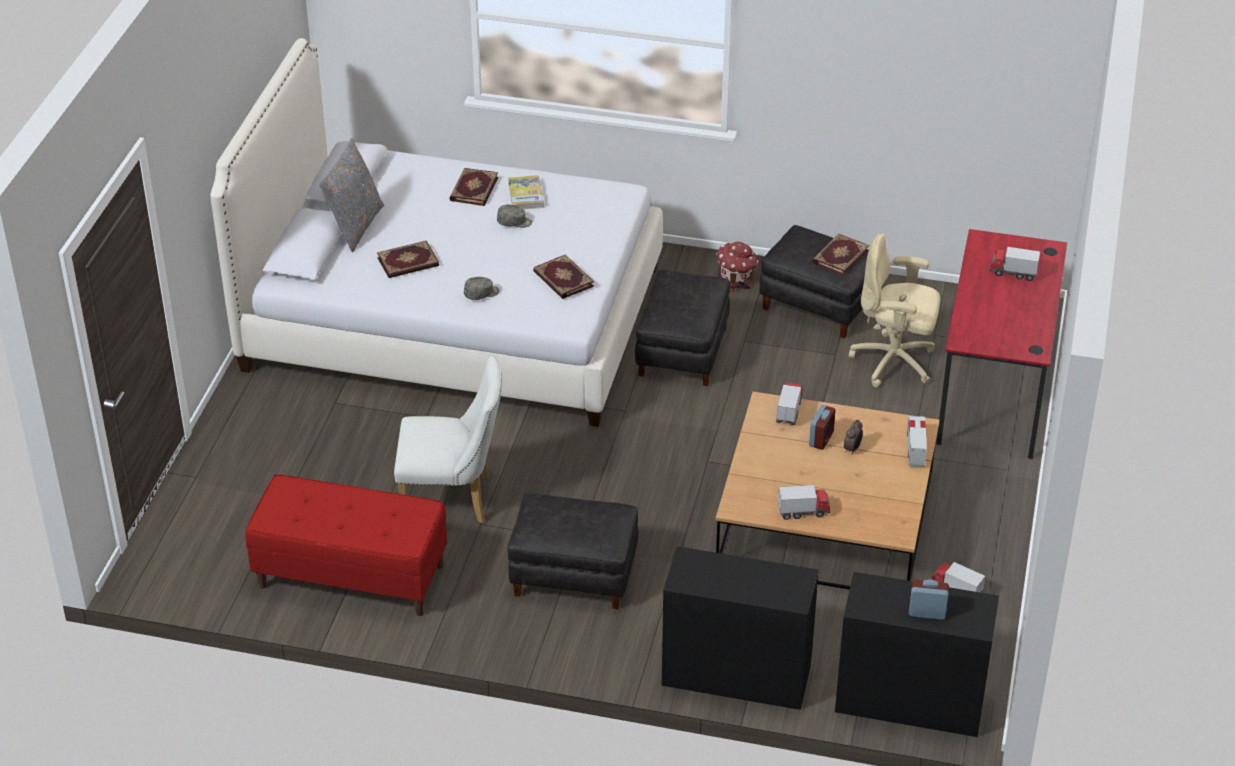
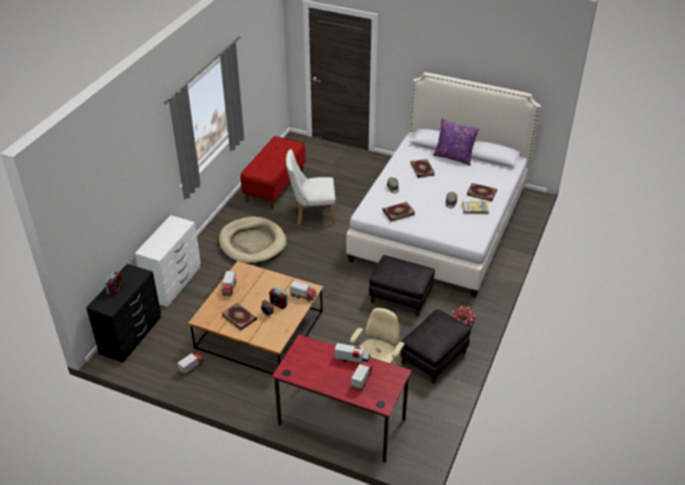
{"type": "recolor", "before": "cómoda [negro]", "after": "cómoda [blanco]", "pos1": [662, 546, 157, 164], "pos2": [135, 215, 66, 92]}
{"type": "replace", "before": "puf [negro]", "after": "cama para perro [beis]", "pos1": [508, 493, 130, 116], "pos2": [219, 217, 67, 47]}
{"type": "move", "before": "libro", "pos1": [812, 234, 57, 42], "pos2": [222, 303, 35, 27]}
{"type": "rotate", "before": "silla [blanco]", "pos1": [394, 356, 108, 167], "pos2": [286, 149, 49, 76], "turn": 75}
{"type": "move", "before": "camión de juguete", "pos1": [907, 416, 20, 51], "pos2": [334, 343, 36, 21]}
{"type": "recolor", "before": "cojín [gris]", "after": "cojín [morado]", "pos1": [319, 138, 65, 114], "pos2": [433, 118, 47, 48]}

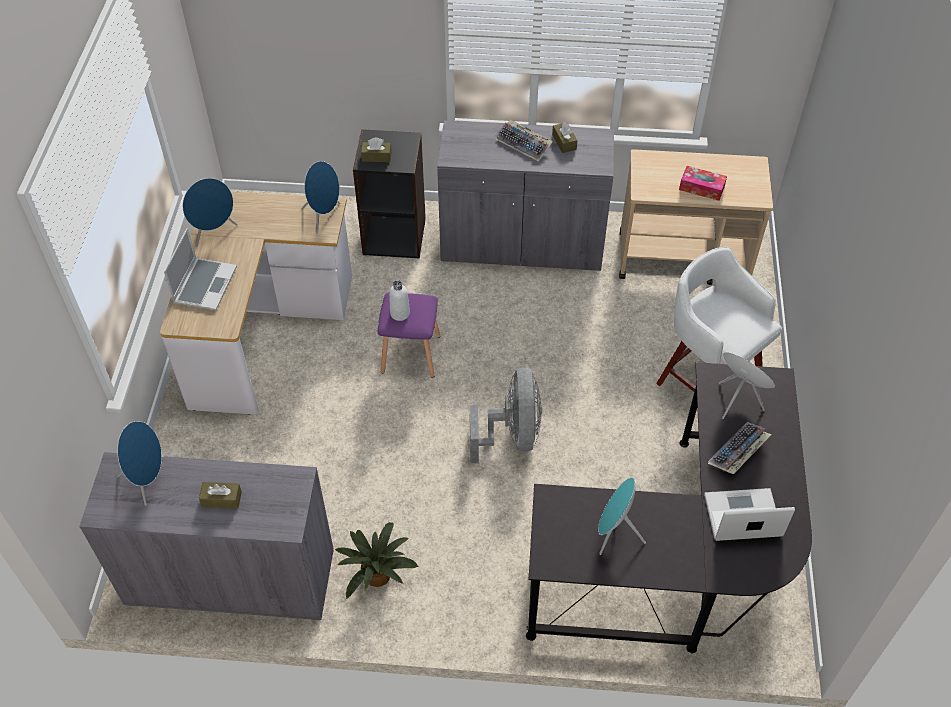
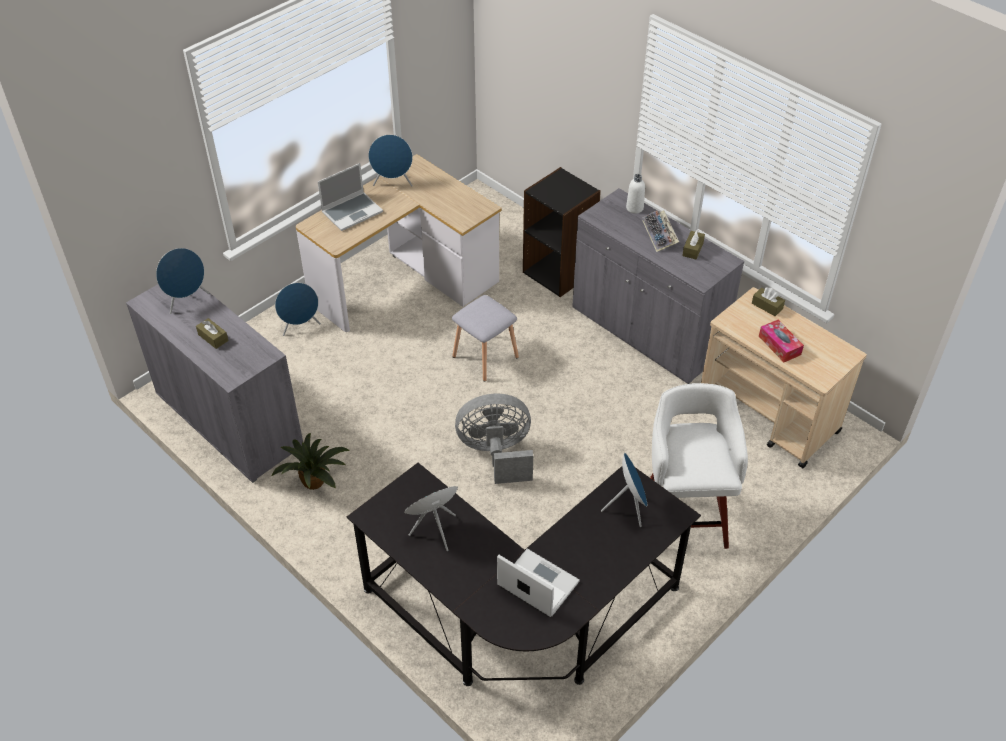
{"type": "move", "before": "altavoz [azul]", "pos1": [301, 161, 39, 73], "pos2": [275, 283, 46, 53]}
{"type": "recolor", "before": "taburete [morado]", "after": "taburete [gris]", "pos1": [378, 293, 62, 85], "pos2": [452, 295, 67, 87]}
{"type": "rotate", "before": "ventilador [gris]", "pos1": [470, 368, 72, 95], "pos2": [455, 394, 78, 90], "turn": -135}
{"type": "move", "before": "botella [blanco]", "pos1": [389, 280, 21, 41], "pos2": [626, 174, 19, 40]}
{"type": "move", "before": "caja de pañuelos [marrón]", "pos1": [361, 137, 30, 25], "pos2": [752, 287, 33, 29]}
{"type": "delete", "before": "teclado", "pos1": [708, 422, 64, 52]}

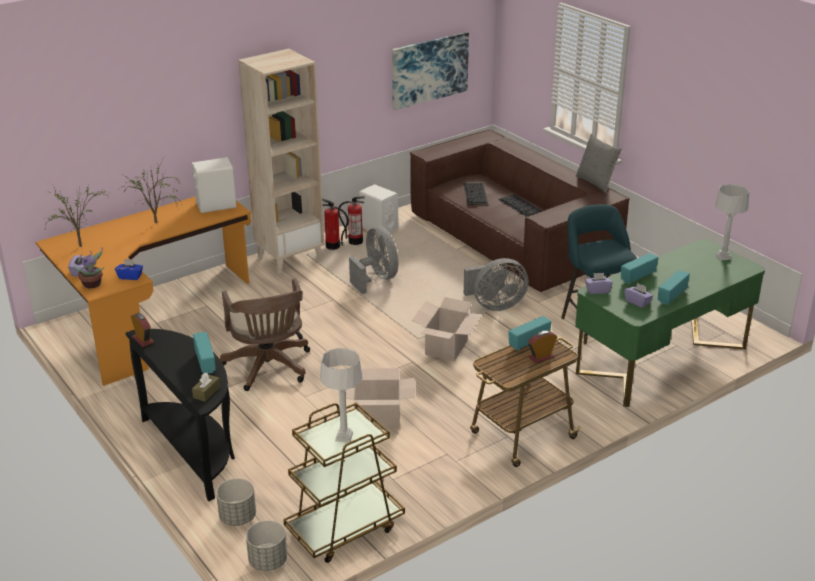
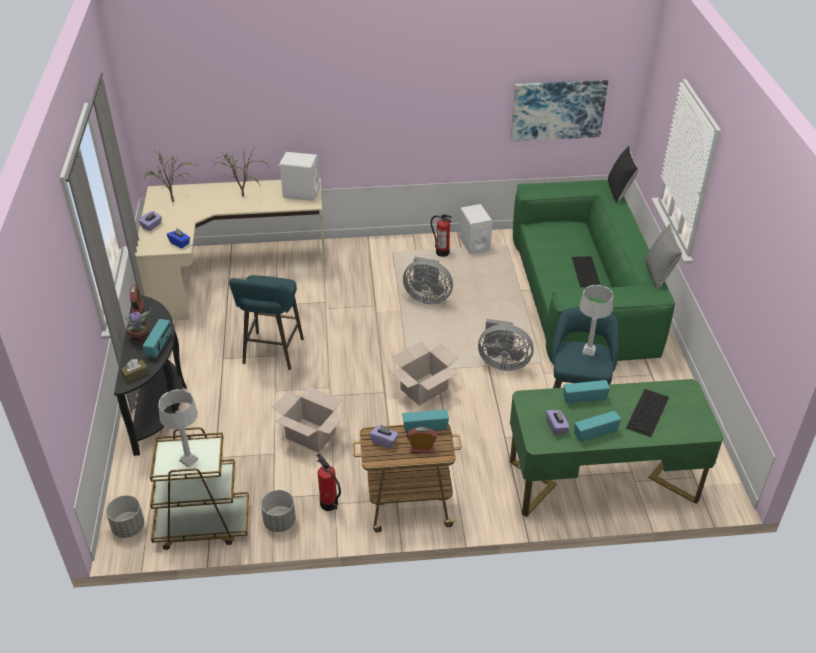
{"type": "move", "before": "planta en maceta", "pos1": [73, 247, 31, 42], "pos2": [125, 308, 26, 34]}
{"type": "recolor", "before": "escritorio [naranja]", "after": "escritorio [beis]", "pos1": [35, 196, 216, 190], "pos2": [135, 178, 190, 142]}
{"type": "replace", "before": "silla de oficina [marrón]", "after": "taburete [turquesa]", "pos1": [220, 278, 90, 113], "pos2": [229, 275, 75, 95]}
{"type": "move", "before": "maceta [gris]", "pos1": [216, 478, 40, 48], "pos2": [261, 490, 35, 42]}
{"type": "move", "before": "extintor", "pos1": [322, 199, 27, 51], "pos2": [316, 453, 25, 58]}
{"type": "move", "before": "caja de pañuelos [morado]", "pos1": [585, 273, 28, 21], "pos2": [370, 425, 29, 24]}
{"type": "rotate", "before": "ventilador [gris]", "pos1": [349, 226, 49, 68], "pos2": [403, 257, 50, 47], "turn": 105}
{"type": "recolor", "before": "sofá [marrón]", "after": "sofá [verde]", "pos1": [410, 129, 220, 164], "pos2": [513, 180, 162, 182]}
{"type": "move", "before": "lámpara de mesa [gris]", "pos1": [715, 184, 34, 77], "pos2": [579, 285, 34, 71]}
{"type": "insert", "after": "cojín [negro]", "pos2": [608, 146, 30, 57]}
{"type": "move", "before": "teclado", "pos1": [463, 183, 25, 22], "pos2": [626, 389, 43, 48]}
{"type": "delete", "before": "estantería [beis]", "pos1": [238, 49, 86, 225]}

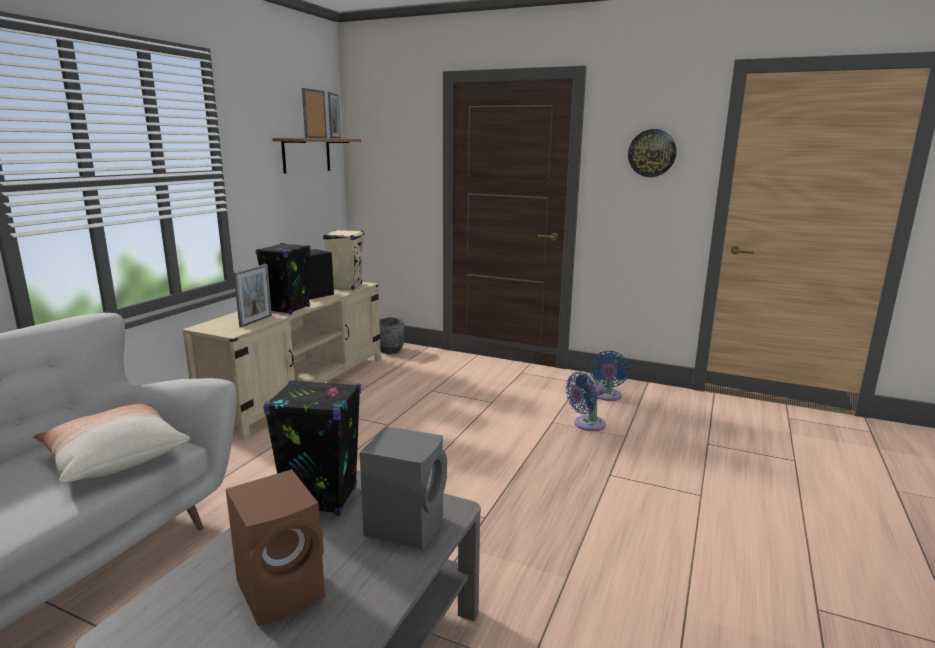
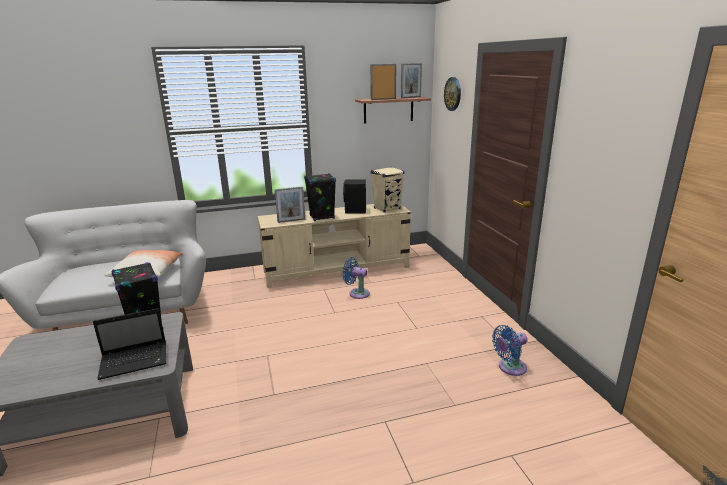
{"type": "replace", "before": "altavoz [gris]", "after": "portátil", "pos1": [360, 426, 87, 123], "pos2": [93, 308, 73, 72]}
{"type": "move", "before": "ventilador [azul]", "pos1": [566, 372, 40, 59], "pos2": [343, 257, 27, 42]}
{"type": "move", "before": "reloj de pared", "pos1": [628, 129, 49, 48], "pos2": [444, 77, 17, 34]}
{"type": "delete", "before": "altavoz [marrón]", "pos1": [226, 469, 99, 157]}
{"type": "delete", "before": "maceta [gris]", "pos1": [379, 317, 25, 37]}

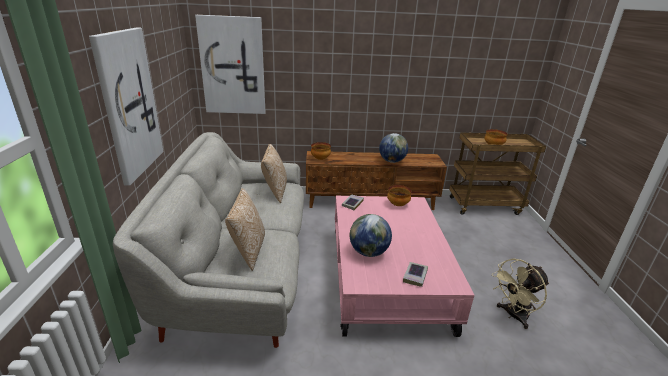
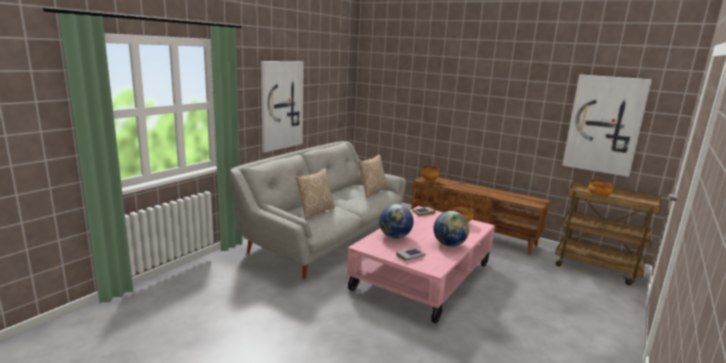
{"type": "move", "before": "globo terráqueo", "pos1": [379, 133, 29, 30], "pos2": [433, 211, 36, 36]}
{"type": "move", "before": "cuadro", "pos1": [195, 15, 71, 99], "pos2": [562, 74, 90, 103]}
{"type": "delete", "before": "ventilador [beis]", "pos1": [492, 258, 57, 71]}

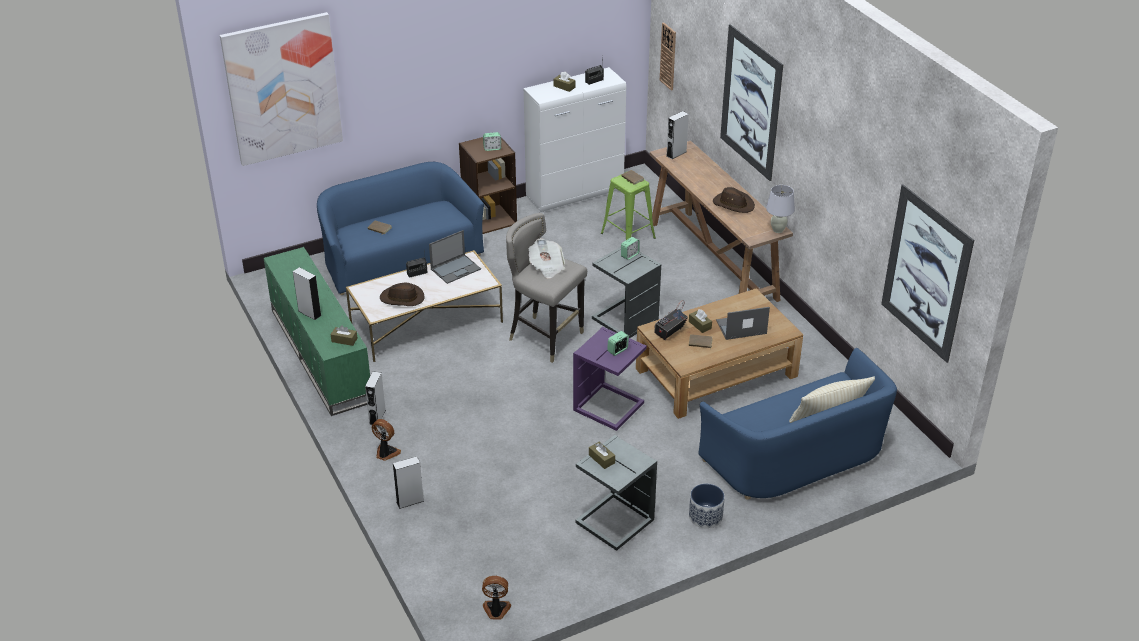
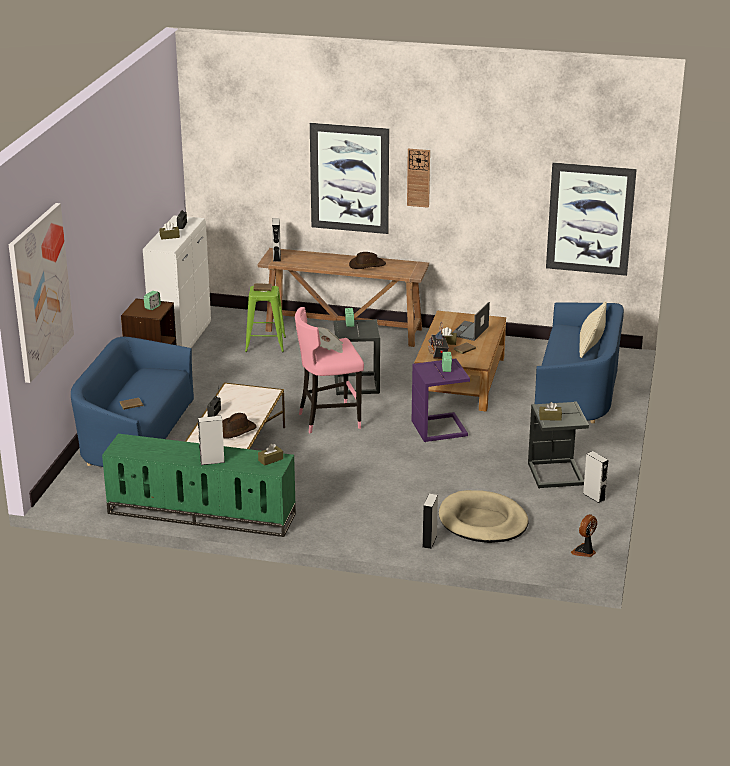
{"type": "recolor", "before": "taburete [gris]", "after": "taburete [rosa]", "pos1": [506, 213, 81, 150], "pos2": [295, 307, 69, 126]}
{"type": "move", "before": "reloj de pared", "pos1": [660, 22, 16, 69], "pos2": [407, 149, 23, 59]}
{"type": "insert", "after": "cama para perro [beis]", "pos2": [439, 490, 90, 53]}
{"type": "move", "before": "altavoz [gris]", "pos1": [365, 371, 21, 54], "pos2": [583, 451, 25, 52]}
{"type": "delete", "before": "ventilador", "pos1": [372, 419, 29, 42]}
{"type": "delete", "before": "portátil", "pos1": [429, 230, 52, 54]}
{"type": "delete", "before": "maceta", "pos1": [689, 483, 36, 46]}
{"type": "delete", "before": "lámpara de mesa [blanco]", "pos1": [766, 185, 29, 48]}

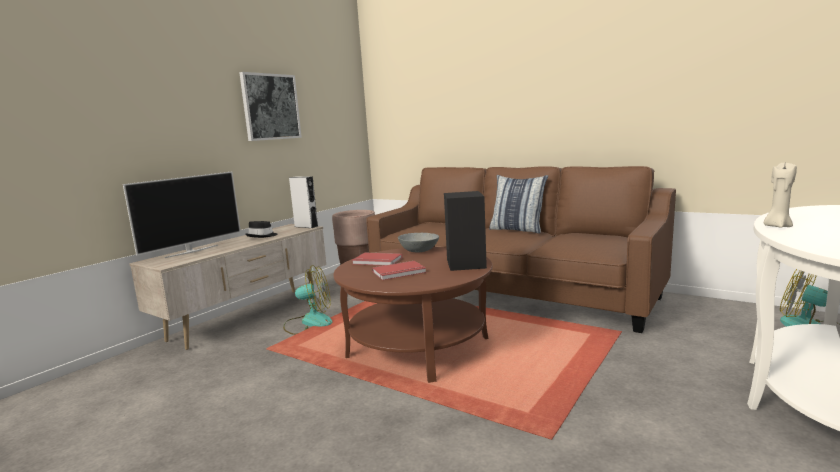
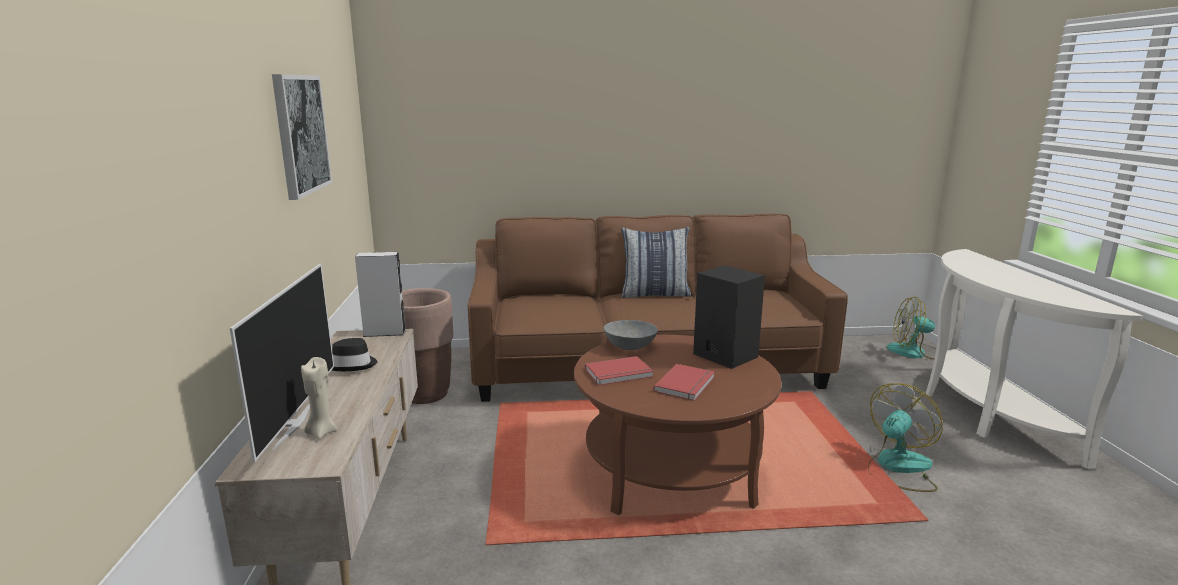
{"type": "move", "before": "vela [beis]", "pos1": [764, 163, 33, 65], "pos2": [301, 357, 36, 82]}
{"type": "move", "before": "ventilador", "pos1": [283, 265, 49, 70], "pos2": [868, 383, 75, 109]}

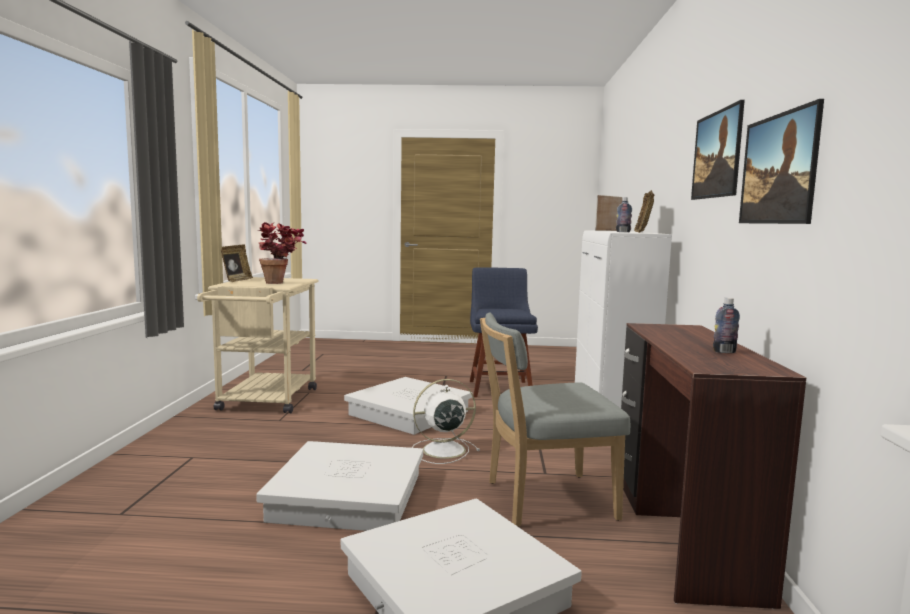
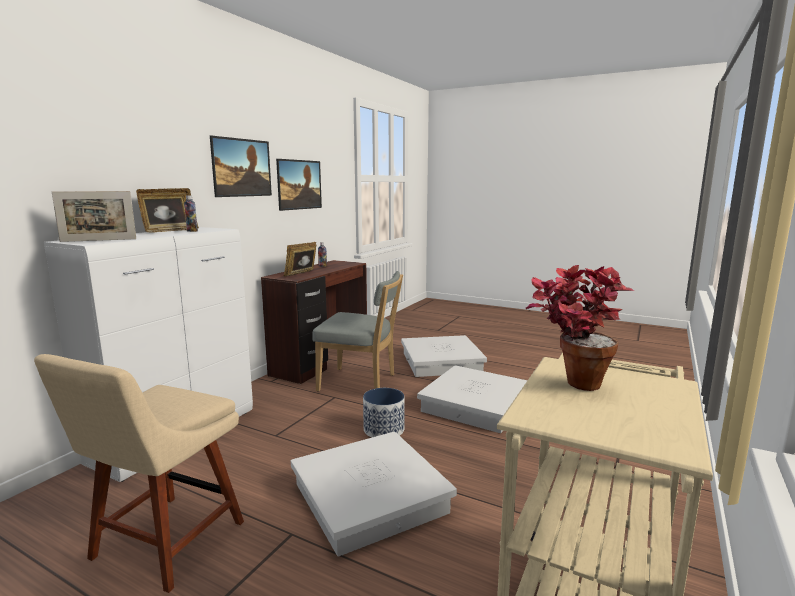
{"type": "recolor", "before": "silla [azul]", "after": "silla [beis]", "pos1": [470, 267, 68, 130], "pos2": [34, 354, 210, 239]}
{"type": "move", "before": "portarretratos", "pos1": [221, 244, 32, 38], "pos2": [284, 242, 32, 34]}
{"type": "replace", "before": "ventilador [blanco]", "after": "maceta", "pos1": [412, 379, 68, 85], "pos2": [363, 388, 42, 50]}

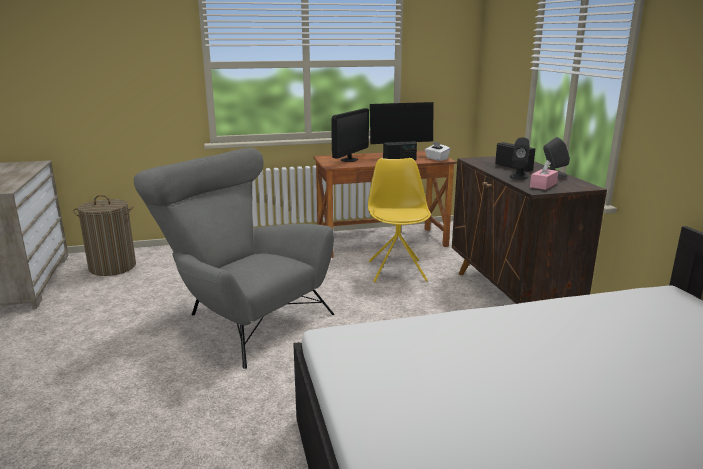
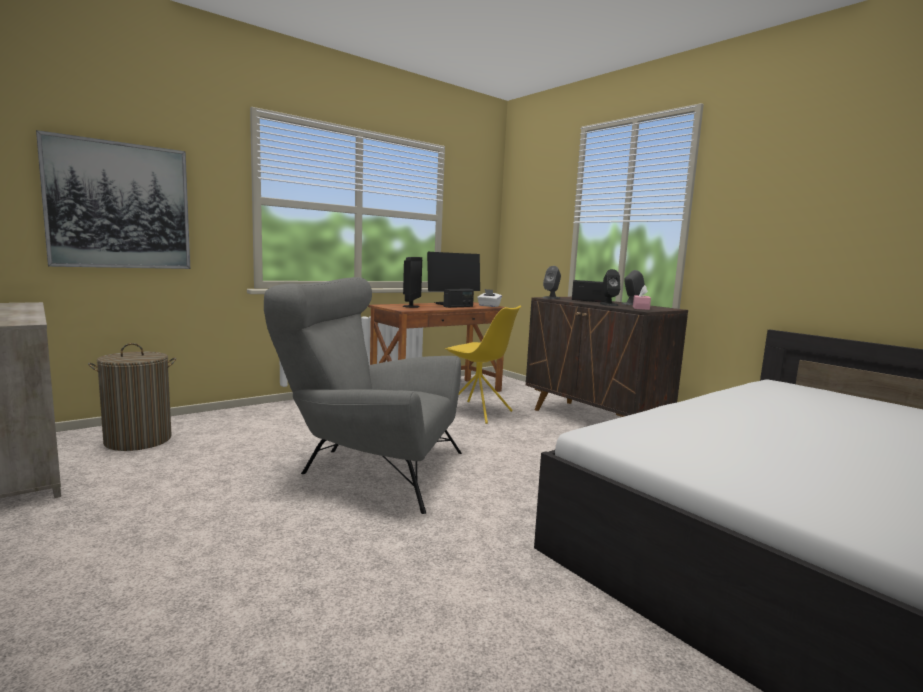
{"type": "insert", "after": "cuadro", "pos2": [36, 130, 154, 139]}
{"type": "rotate", "before": "silla [amarillo]", "pos1": [368, 158, 63, 125], "pos2": [445, 306, 76, 118], "turn": 150}
{"type": "insert", "after": "altavoz [gris]", "pos2": [543, 266, 18, 33]}

